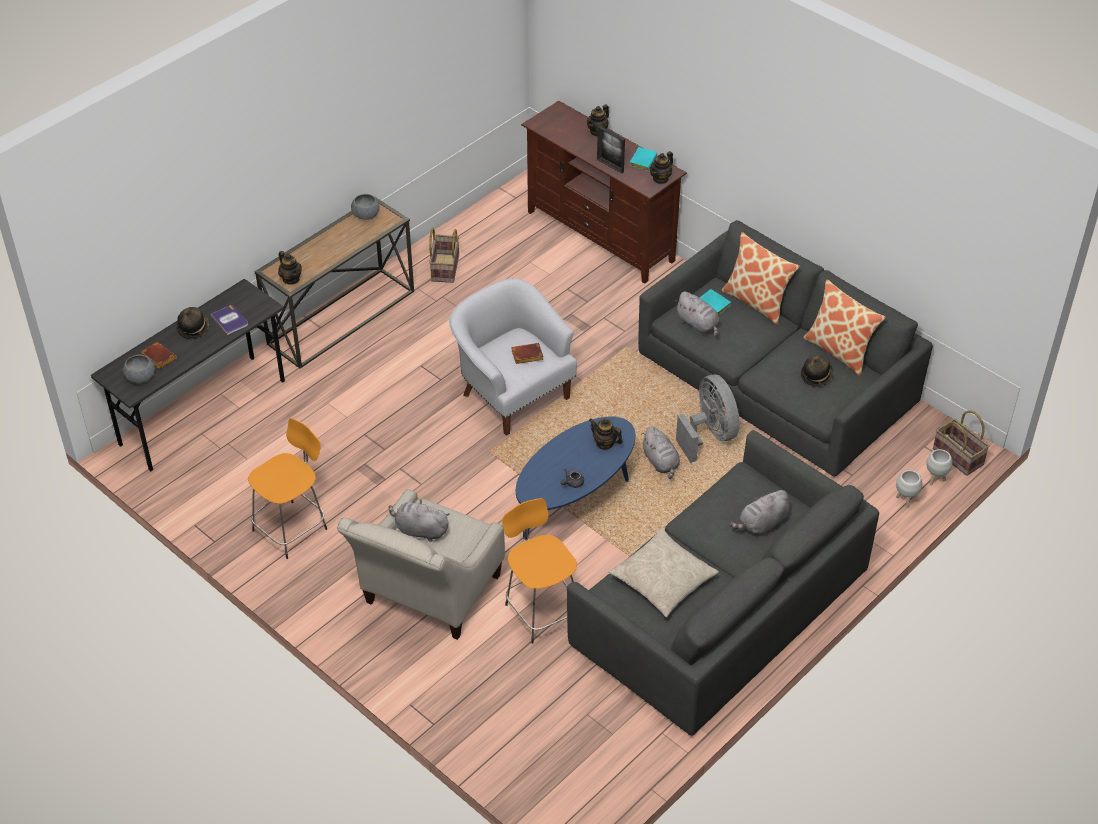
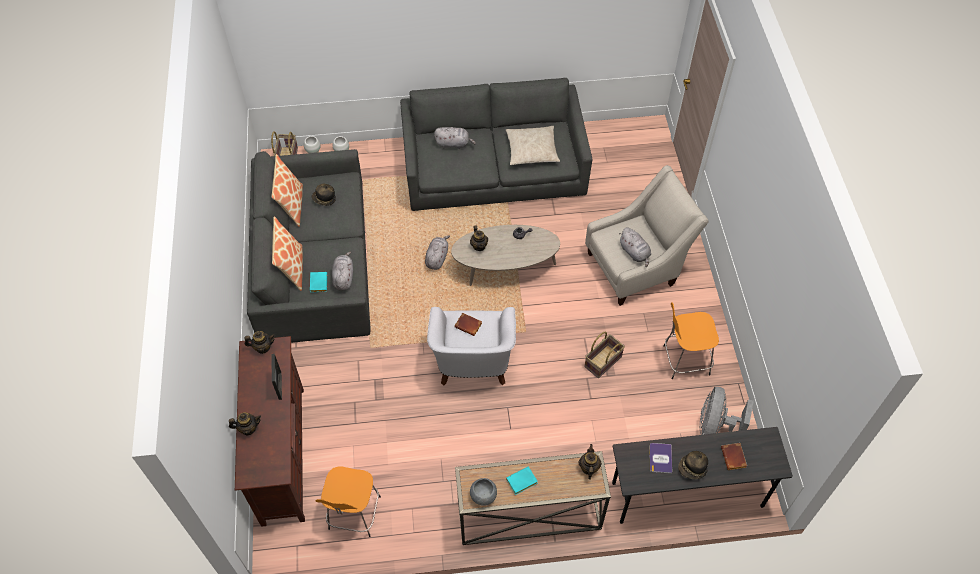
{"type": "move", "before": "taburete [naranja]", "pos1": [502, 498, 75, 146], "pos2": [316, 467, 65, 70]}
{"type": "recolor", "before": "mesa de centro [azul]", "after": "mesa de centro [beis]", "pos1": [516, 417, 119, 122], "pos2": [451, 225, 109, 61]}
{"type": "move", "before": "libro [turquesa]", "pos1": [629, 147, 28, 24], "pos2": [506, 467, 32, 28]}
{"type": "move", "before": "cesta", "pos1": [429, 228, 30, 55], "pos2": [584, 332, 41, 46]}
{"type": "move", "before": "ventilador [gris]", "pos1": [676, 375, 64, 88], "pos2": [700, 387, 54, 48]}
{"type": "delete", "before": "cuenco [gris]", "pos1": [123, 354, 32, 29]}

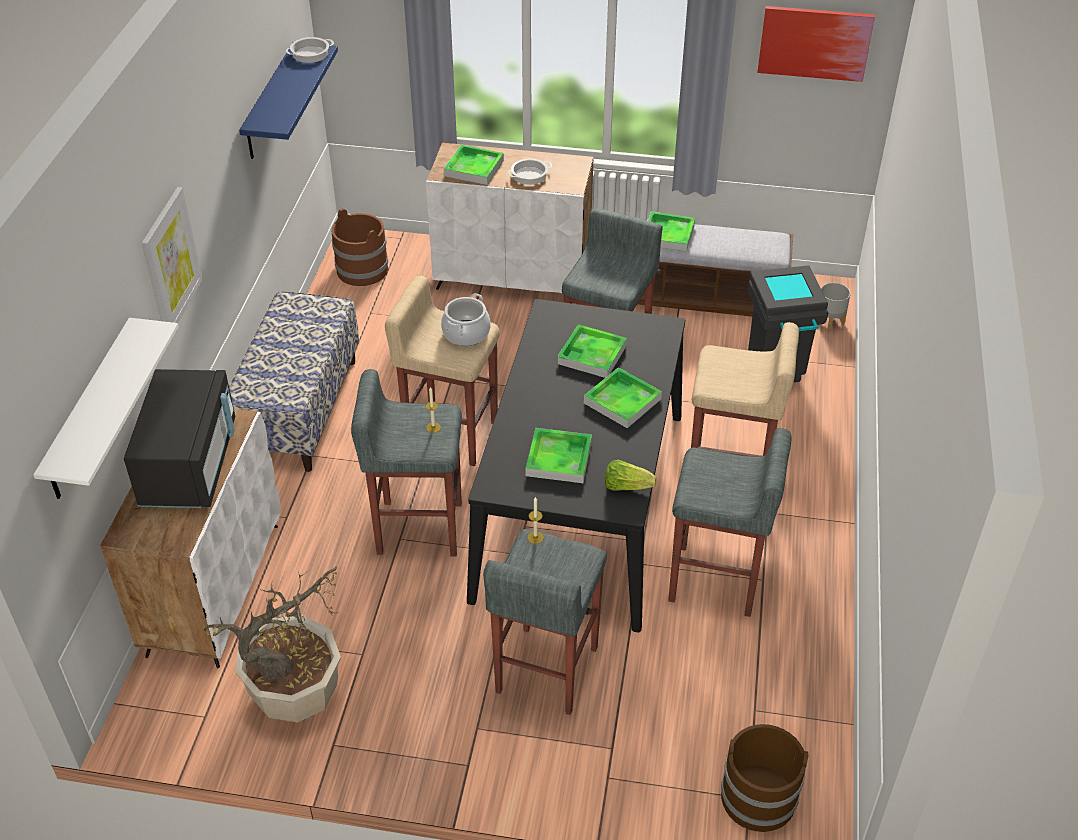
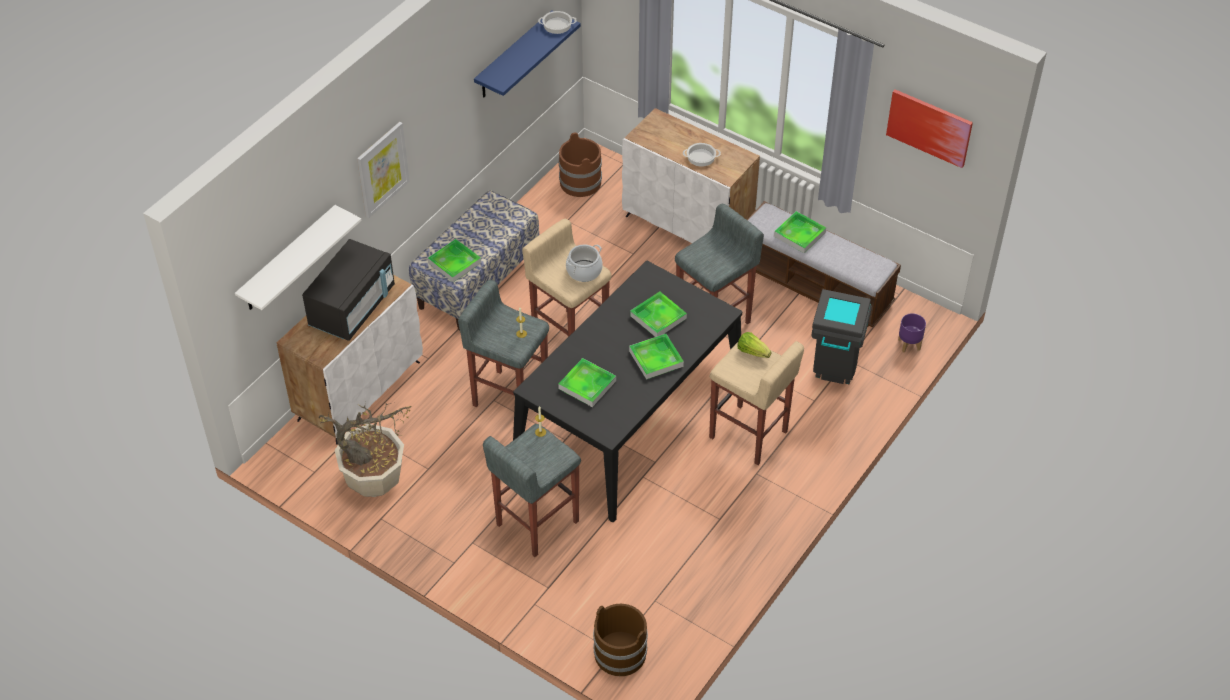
{"type": "move", "before": "bandeja", "pos1": [444, 145, 60, 40], "pos2": [428, 239, 53, 43]}
{"type": "move", "before": "lechuga", "pos1": [605, 460, 52, 31], "pos2": [737, 332, 34, 26]}
{"type": "recolor", "before": "maceta [gris]", "after": "maceta [morado]", "pos1": [821, 283, 30, 49], "pos2": [898, 313, 28, 40]}
{"type": "delete", "before": "taburete [gris]", "pos1": [668, 428, 124, 189]}

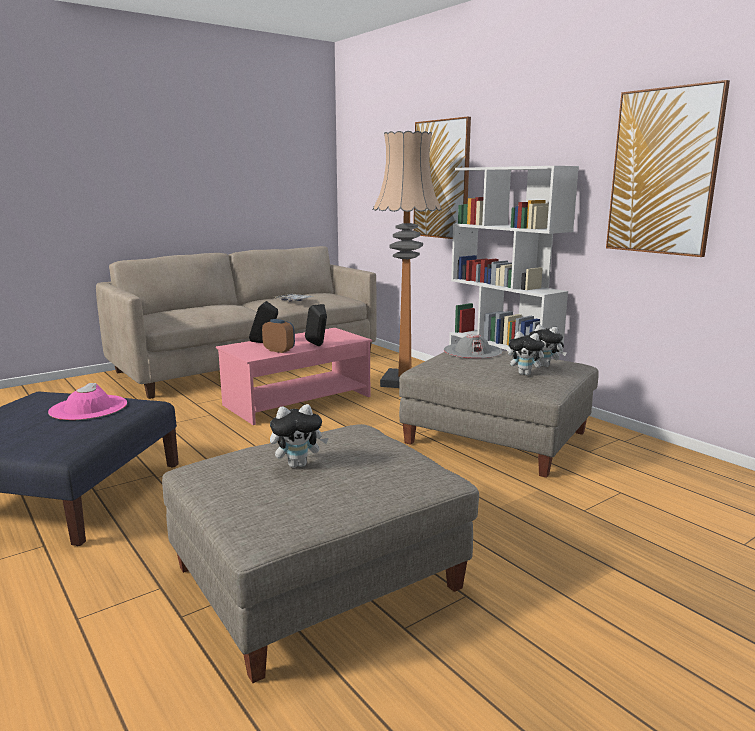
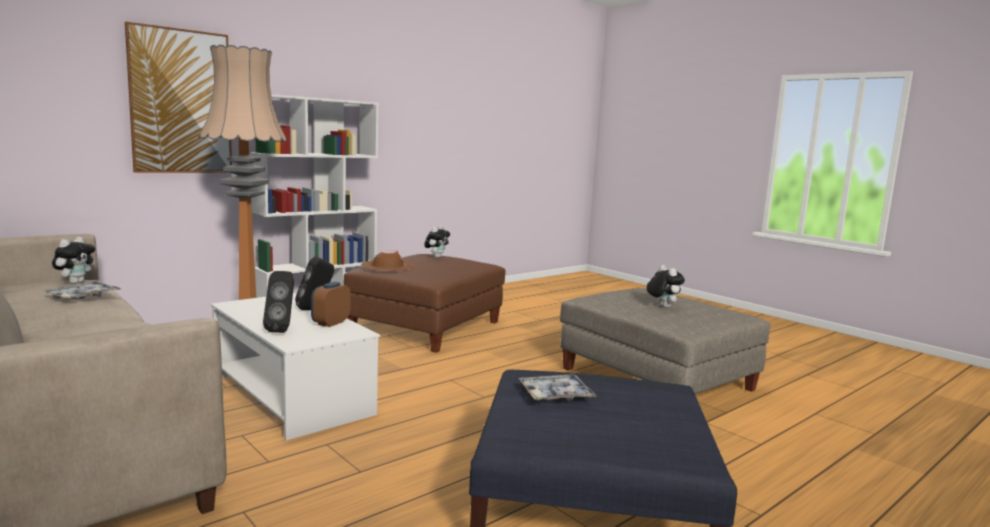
{"type": "move", "before": "peluche", "pos1": [508, 332, 40, 43], "pos2": [52, 237, 43, 47]}
{"type": "recolor", "before": "mesa de centro [rosa]", "after": "mesa de centro [blanco]", "pos1": [216, 328, 156, 97], "pos2": [211, 293, 169, 148]}
{"type": "recolor", "before": "puf [gris]", "after": "puf [marrón]", "pos1": [399, 350, 200, 128], "pos2": [344, 254, 162, 99]}
{"type": "recolor", "before": "sombrero [gris]", "after": "sombrero [marrón]", "pos1": [444, 334, 59, 25], "pos2": [361, 250, 53, 21]}
{"type": "replace", "before": "sombrero [rosa]", "after": "bandeja", "pos1": [48, 383, 79, 37], "pos2": [519, 375, 77, 26]}
{"type": "delete", "before": "cuadro", "pos1": [606, 80, 124, 177]}

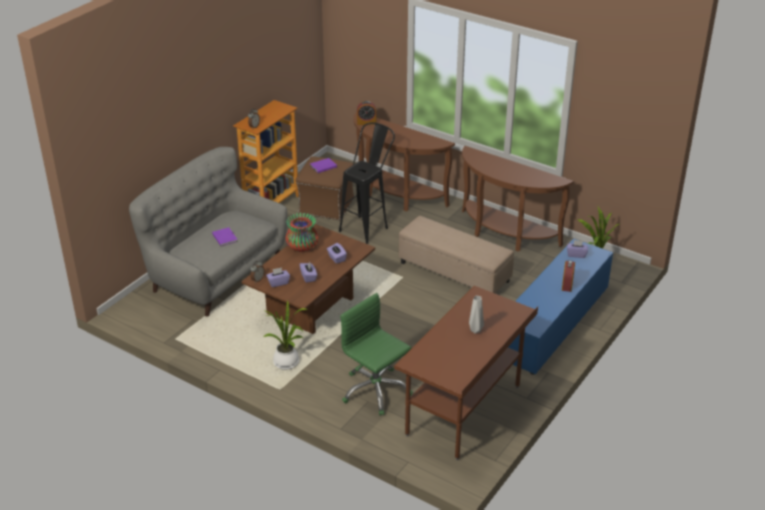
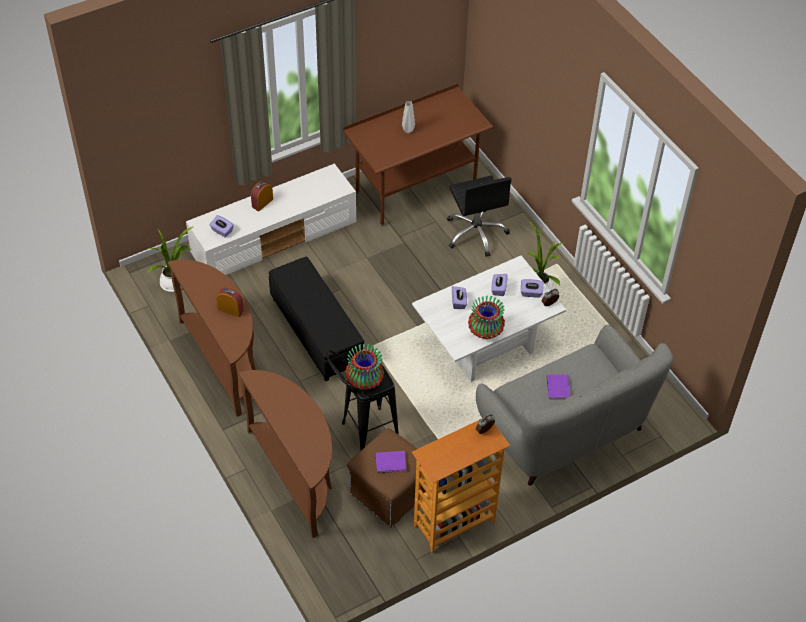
{"type": "recolor", "before": "mueble de televisión [azul]", "after": "mueble de televisión [blanco]", "pos1": [508, 238, 105, 137], "pos2": [186, 163, 170, 112]}
{"type": "move", "before": "despertador", "pos1": [357, 101, 19, 24], "pos2": [216, 287, 28, 30]}
{"type": "recolor", "before": "puf [beis]", "after": "puf [negro]", "pos1": [399, 216, 115, 77], "pos2": [269, 257, 95, 124]}
{"type": "insert", "after": "florero", "pos2": [345, 344, 39, 46]}
{"type": "recolor", "before": "mesa de centro [marrón]", "after": "mesa de centro [blanco]", "pos1": [242, 224, 133, 110], "pos2": [412, 256, 154, 126]}
{"type": "recolor", "before": "silla de oficina [verde]", "after": "silla de oficina [negro]", "pos1": [340, 293, 73, 123], "pos2": [447, 175, 65, 82]}

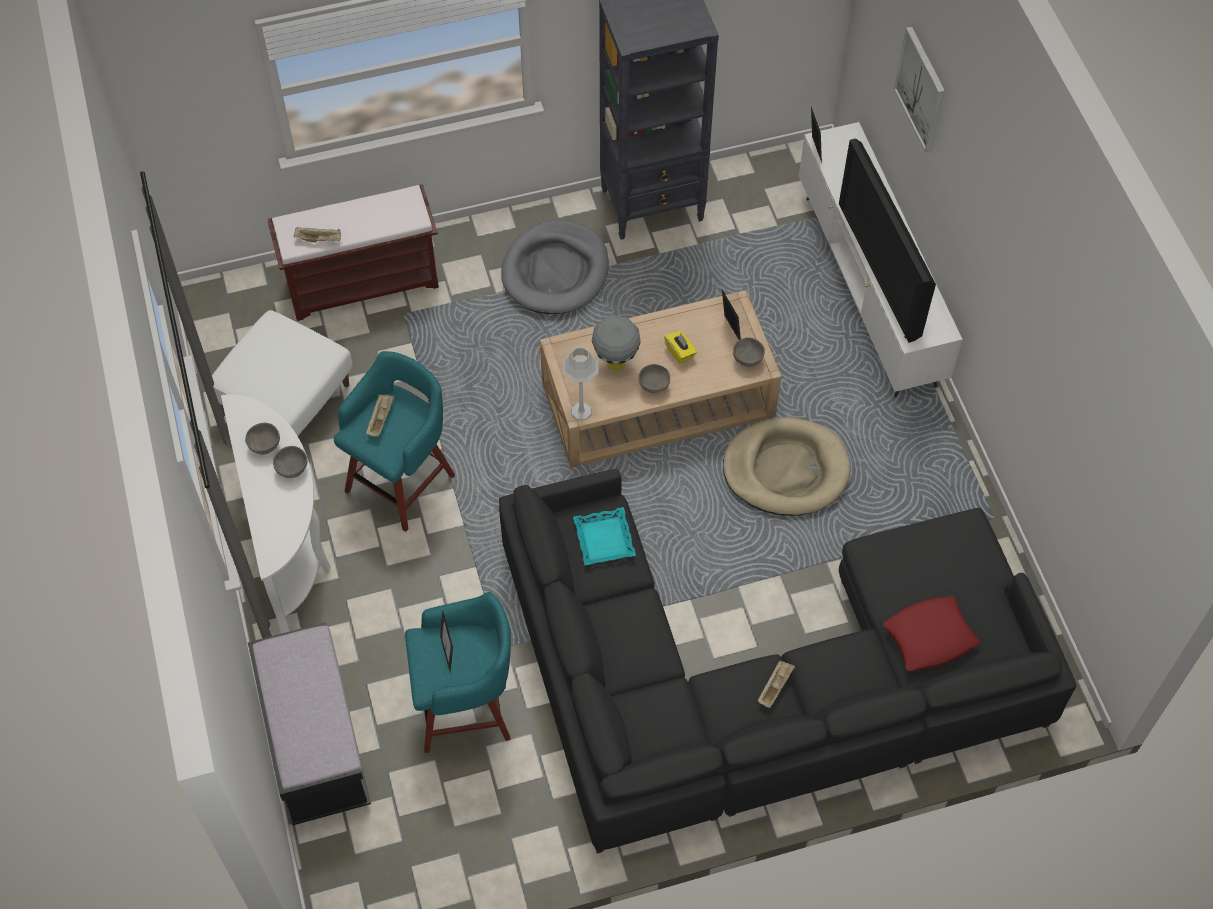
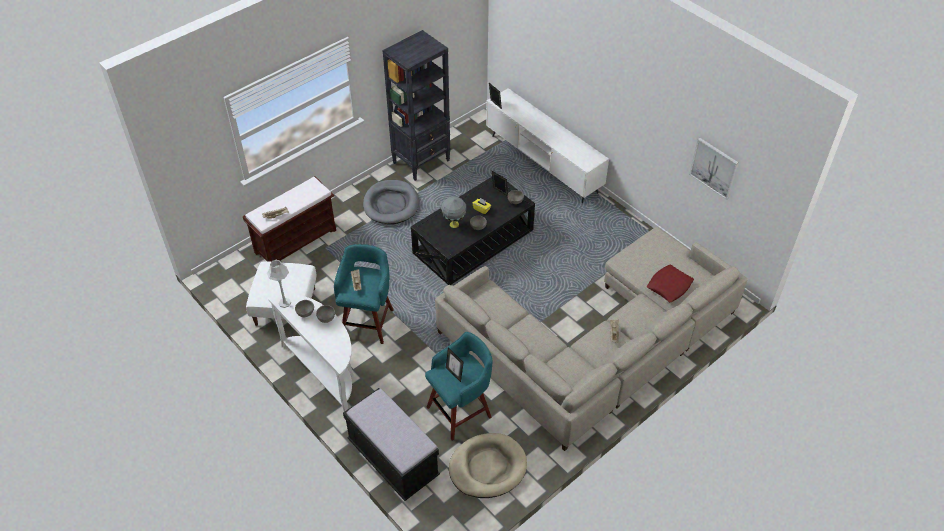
{"type": "move", "before": "lámpara de mesa [gris]", "pos1": [563, 347, 35, 74], "pos2": [267, 260, 24, 48]}
{"type": "recolor", "before": "mesa de centro [beis]", "after": "mesa de centro [negro]", "pos1": [540, 290, 241, 178], "pos2": [411, 177, 124, 108]}
{"type": "recolor", "before": "sofá [negro]", "after": "sofá [beis]", "pos1": [499, 469, 578, 384], "pos2": [435, 227, 313, 224]}
{"type": "move", "before": "cama para perro [beis]", "pos1": [723, 417, 128, 99], "pos2": [449, 433, 78, 65]}
{"type": "move", "before": "cuadro", "pos1": [894, 27, 51, 125], "pos2": [689, 138, 50, 62]}
{"type": "delete", "before": "bandeja [turquesa]", "pos1": [573, 507, 63, 58]}
{"type": "delete", "before": "televisor", "pos1": [839, 138, 97, 205]}

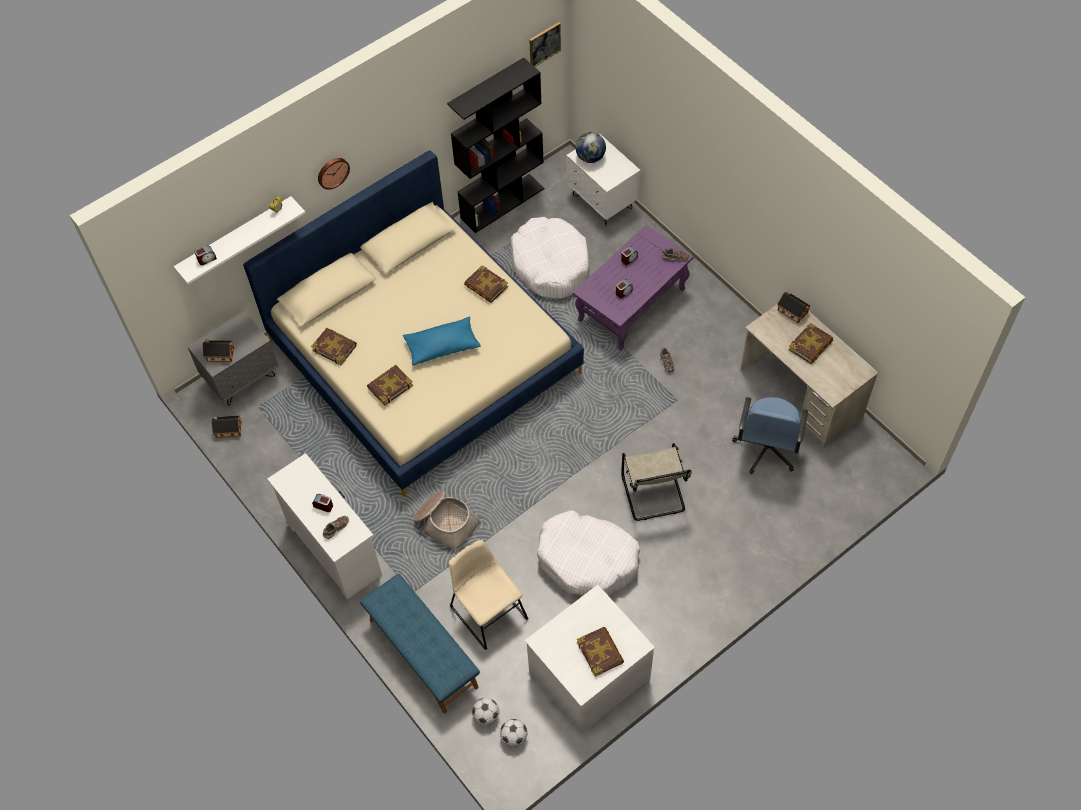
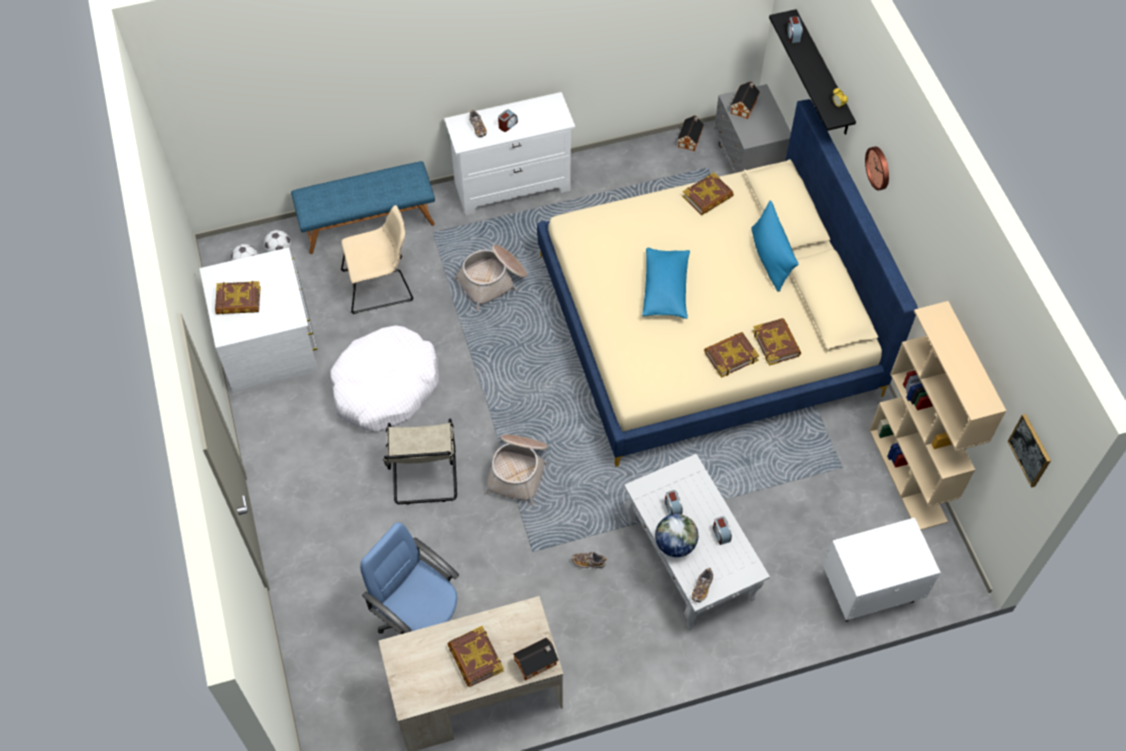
{"type": "rotate", "before": "silla [beis]", "pos1": [621, 443, 71, 78], "pos2": [383, 419, 74, 86], "turn": -105}
{"type": "insert", "after": "cesta", "pos2": [484, 435, 64, 71]}
{"type": "recolor", "before": "mesa de centro [morado]", "after": "mesa de centro [blanco]", "pos1": [573, 225, 121, 126], "pos2": [624, 454, 146, 176]}
{"type": "move", "before": "globo terráqueo", "pos1": [575, 132, 31, 31], "pos2": [655, 514, 43, 43]}
{"type": "insert", "after": "cojín [azul]", "pos2": [751, 200, 47, 92]}
{"type": "move", "before": "libro", "pos1": [367, 365, 46, 41], "pos2": [753, 318, 48, 48]}
{"type": "recolor", "before": "estante [blanco]", "after": "estante [negro]", "pos1": [173, 196, 133, 88], "pos2": [769, 9, 87, 126]}
{"type": "recolor", "before": "estantería [negro]", "after": "estantería [beis]", "pos1": [447, 57, 97, 176], "pos2": [869, 301, 137, 229]}
{"type": "delete", "before": "cama para perro [blanco]", "pos1": [511, 217, 78, 82]}

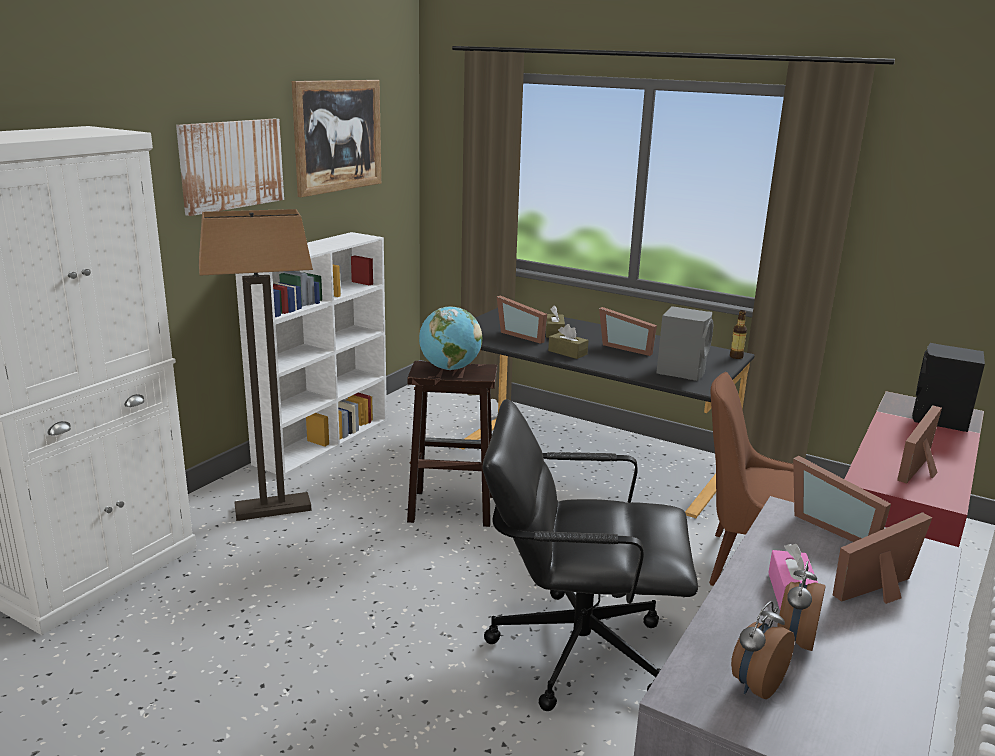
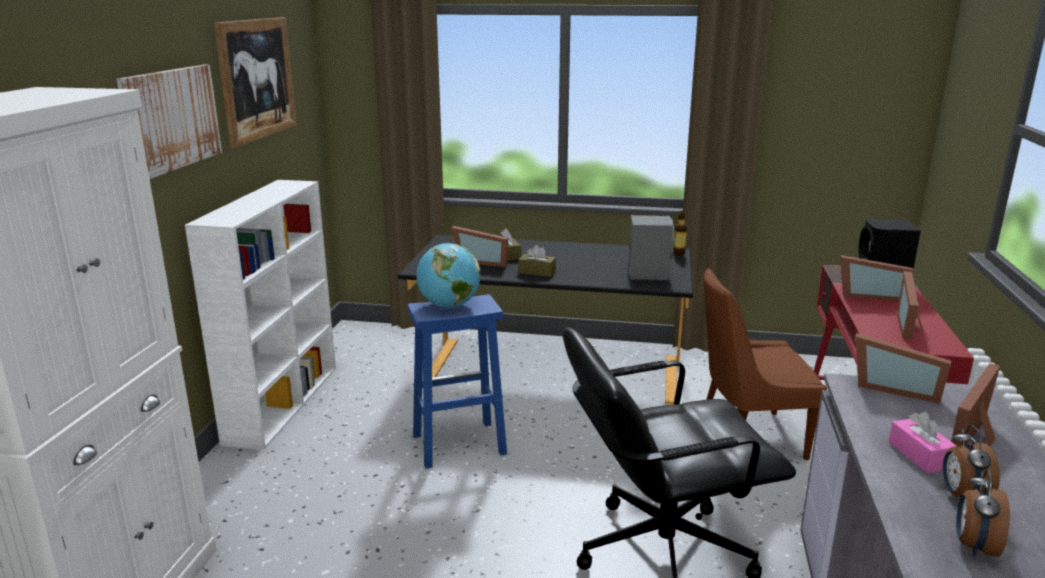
{"type": "recolor", "before": "taburete [marrón]", "after": "taburete [azul]", "pos1": [407, 361, 90, 166], "pos2": [407, 294, 100, 175]}
{"type": "move", "before": "portarretratos", "pos1": [599, 307, 58, 49], "pos2": [840, 255, 74, 47]}
{"type": "delete", "before": "lámpara de pie", "pos1": [199, 209, 114, 312]}

